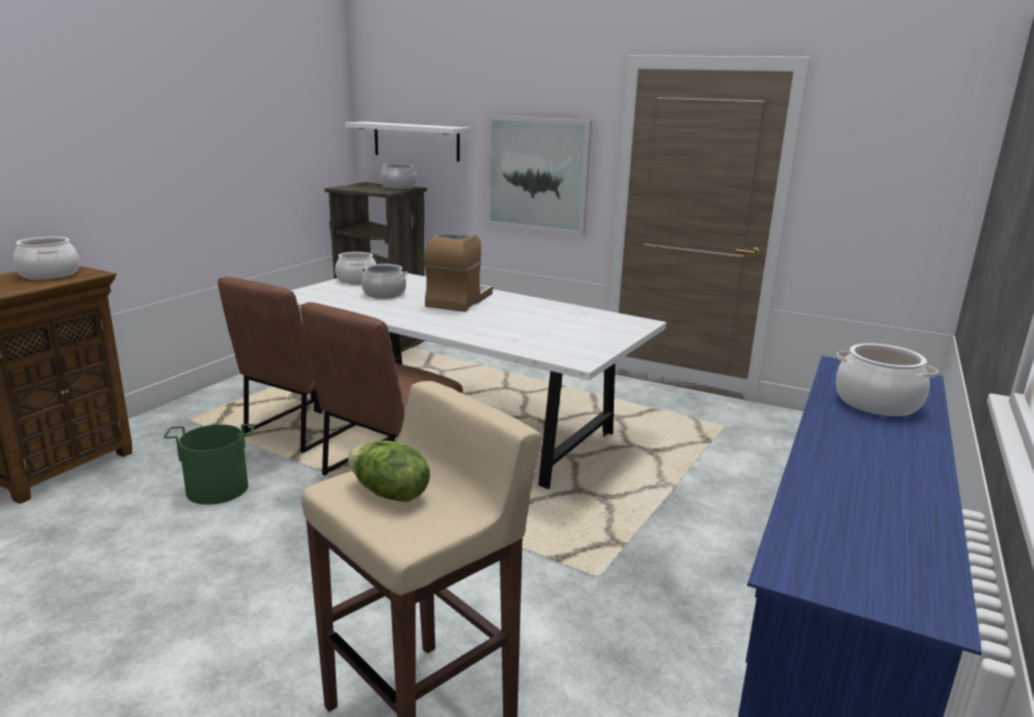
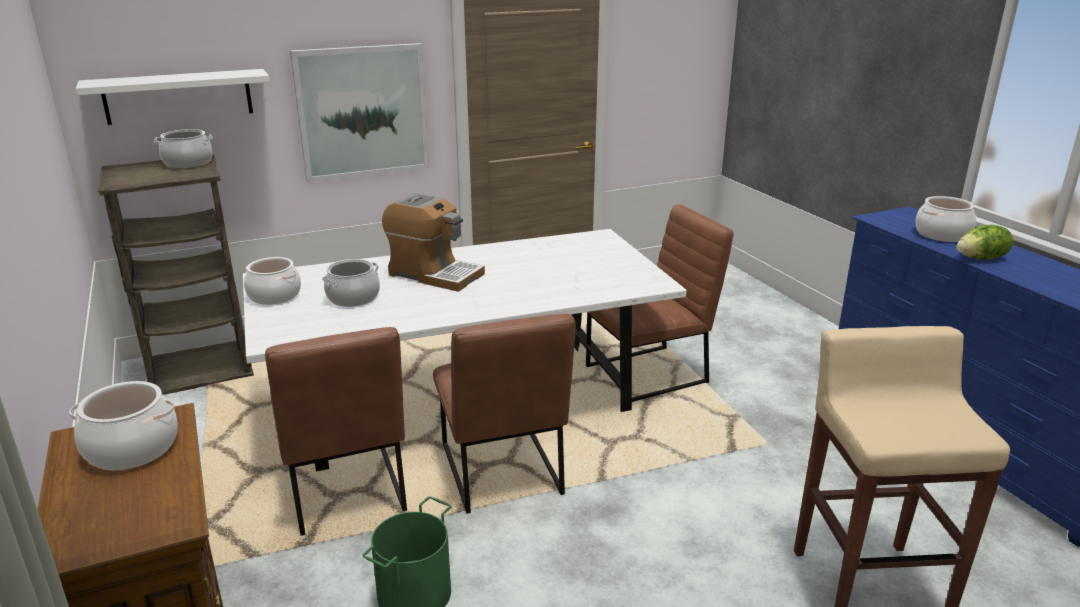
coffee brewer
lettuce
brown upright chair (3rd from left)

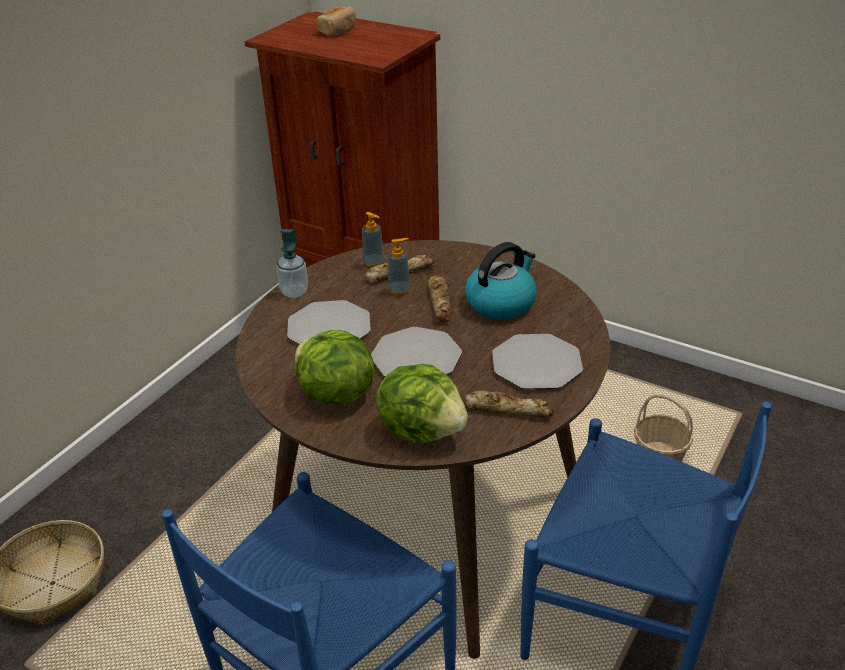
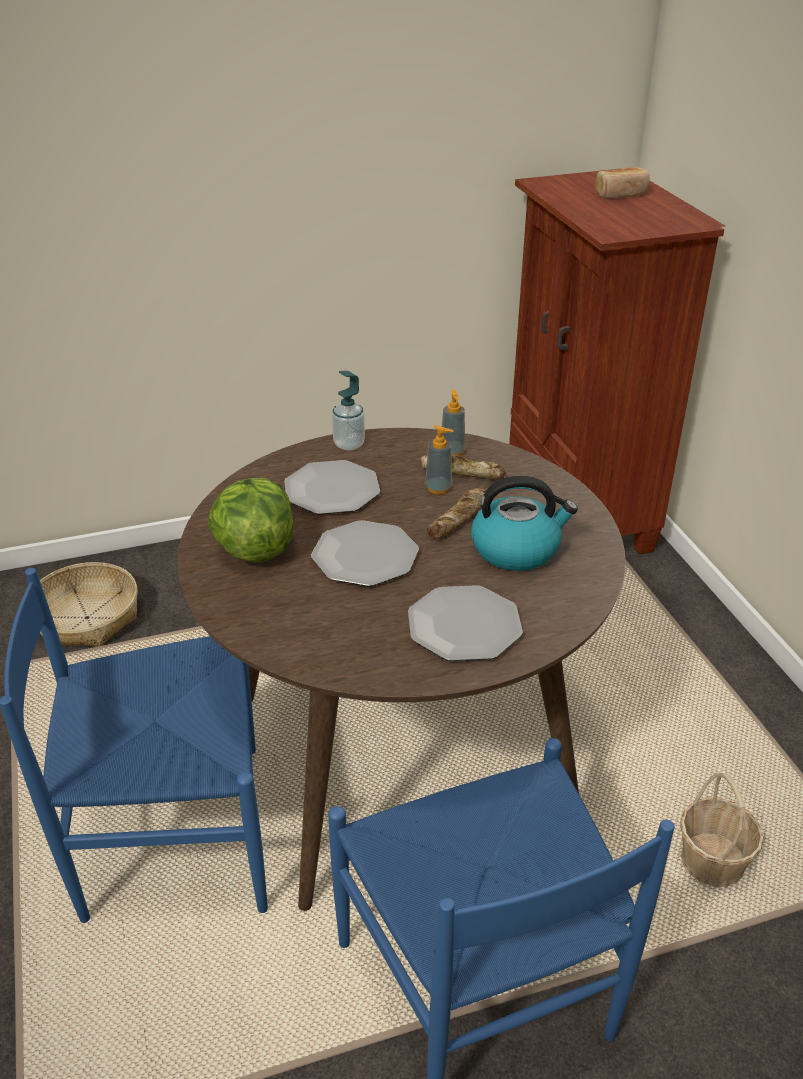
lettuce (2nd from left in the first image)
bakery bread (4th from left in the first image)

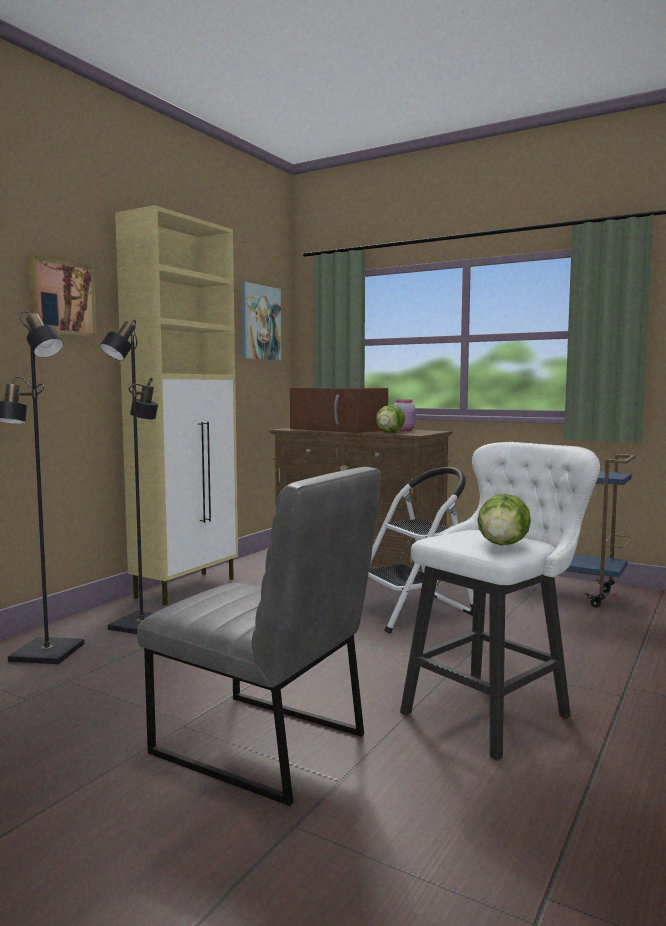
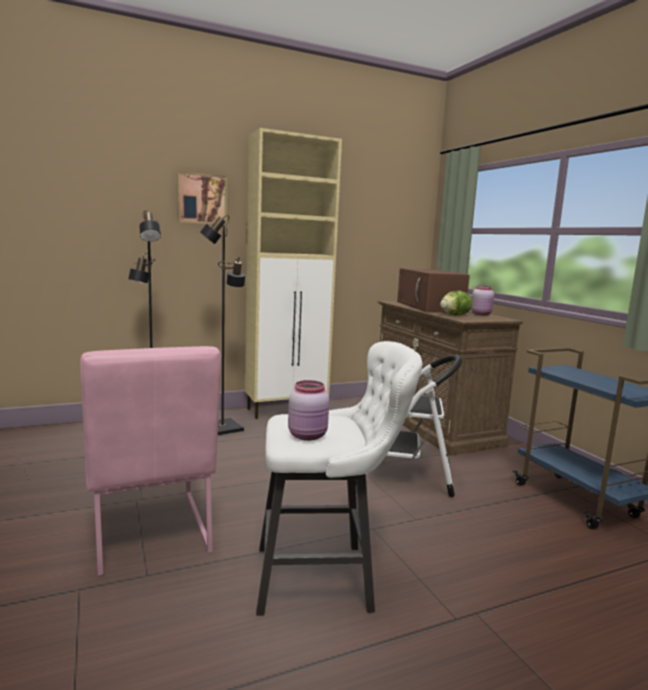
wall picture (2nd from left in the first image)
pink-coloured upright chair
pink-coloured jar (1st from left)

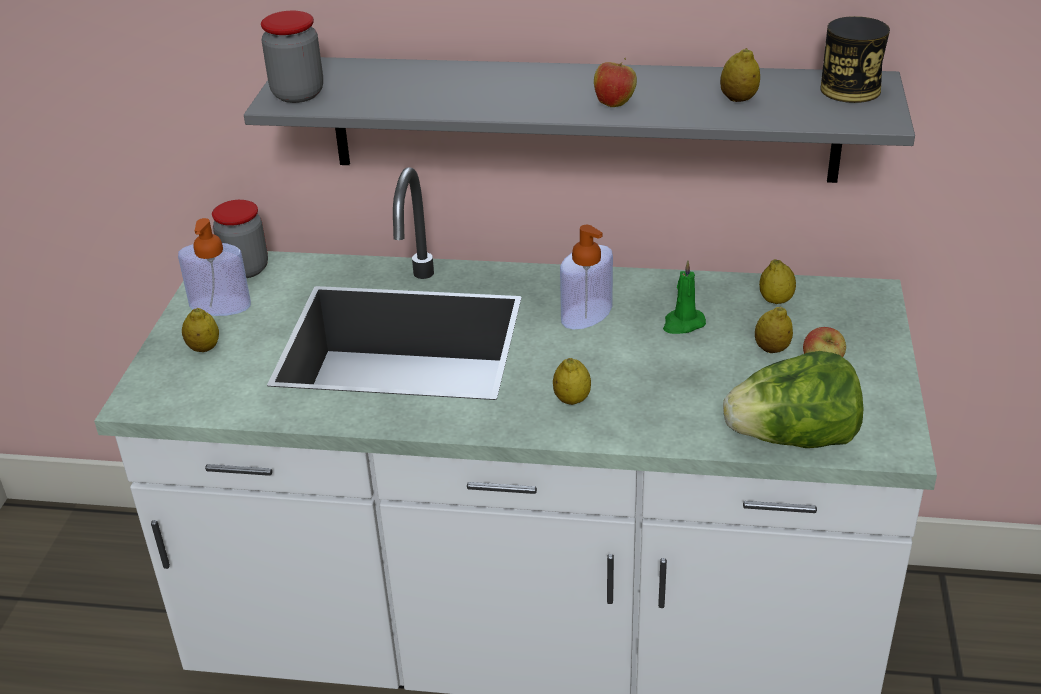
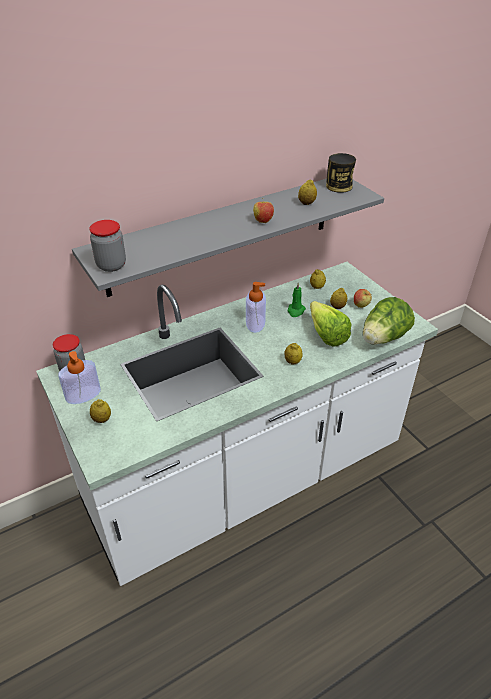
lettuce (1st from left)

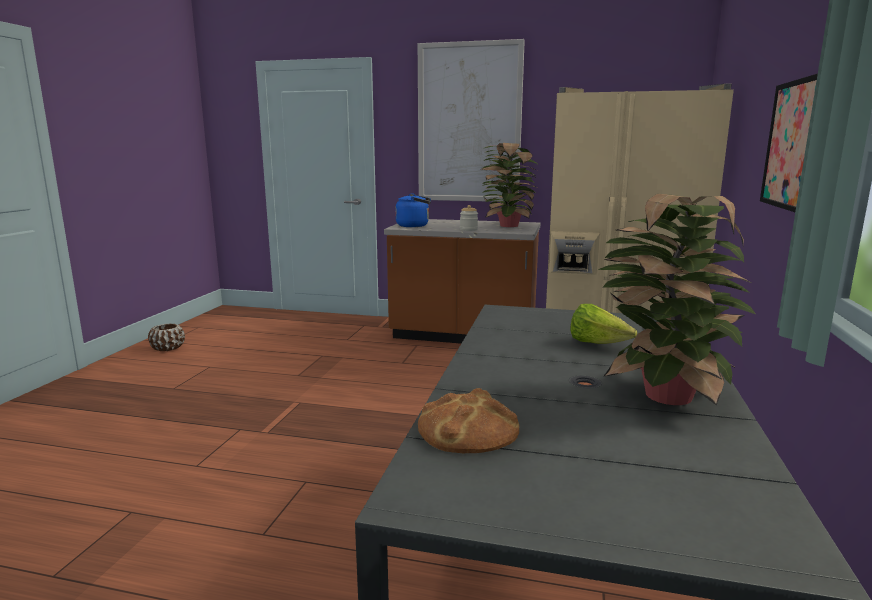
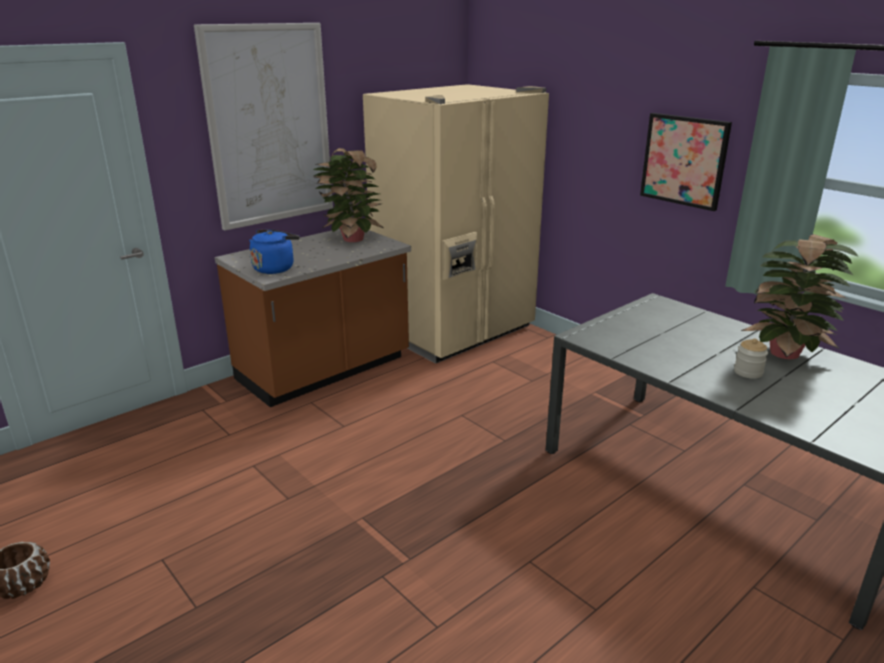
jar
lettuce
bakery bread

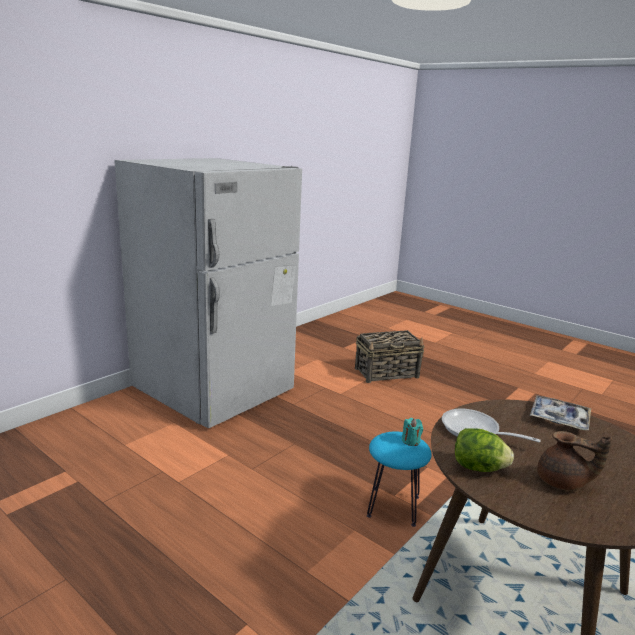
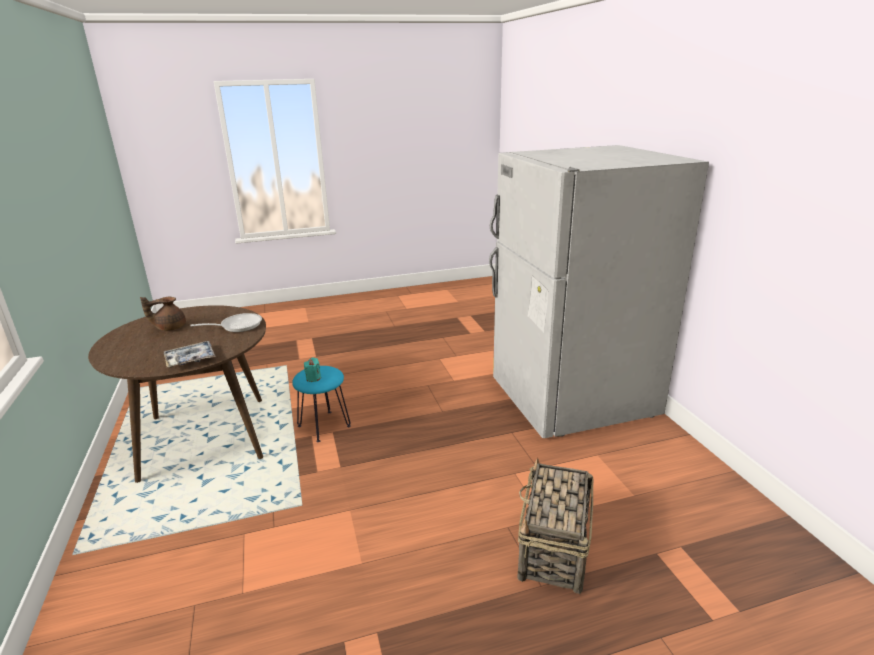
lettuce

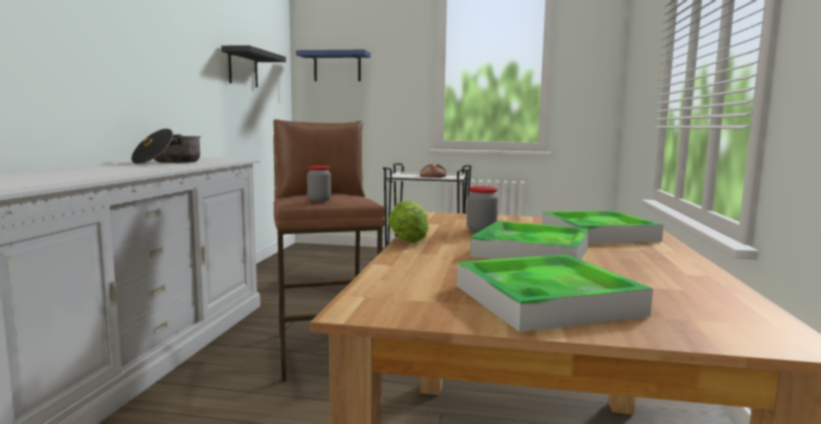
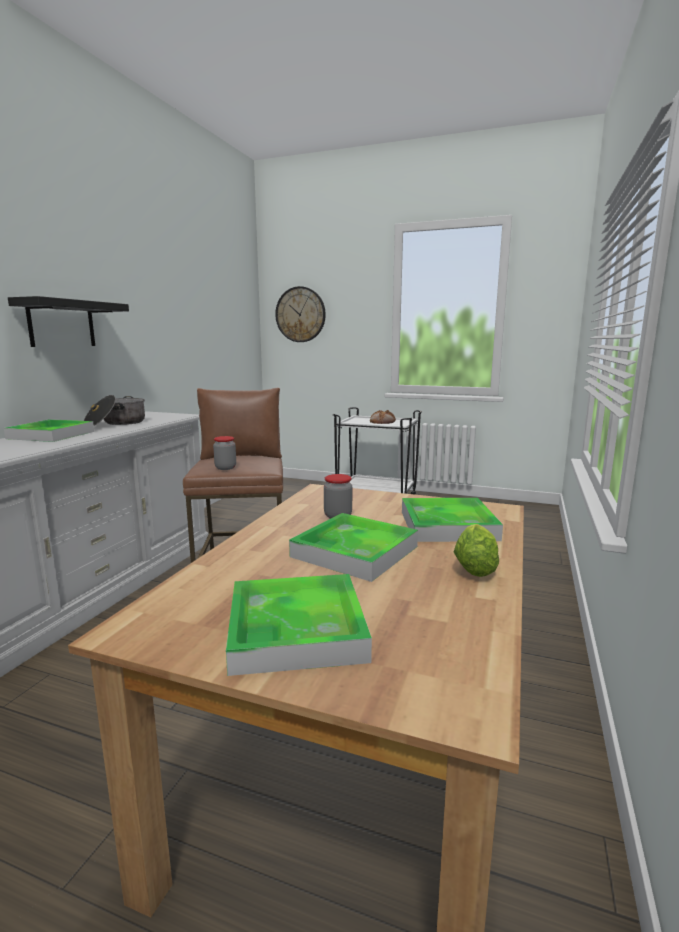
black-coloured wall shelf
hanging clock
lettuce
carrying tray (1st from left)

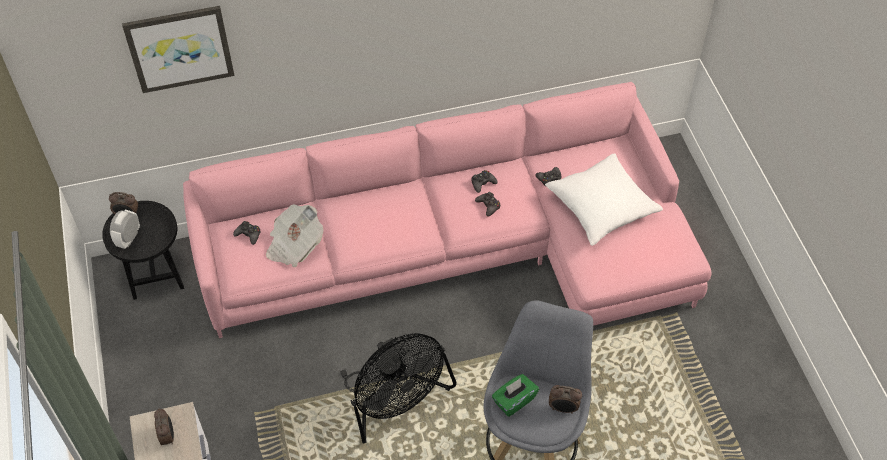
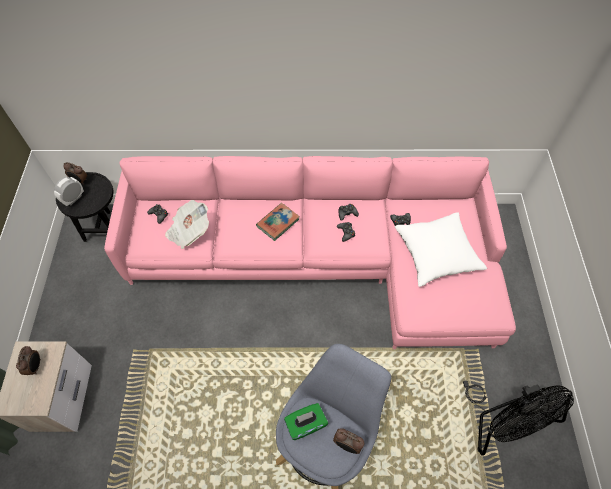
wall picture
black-coloured cooling fan
bound book

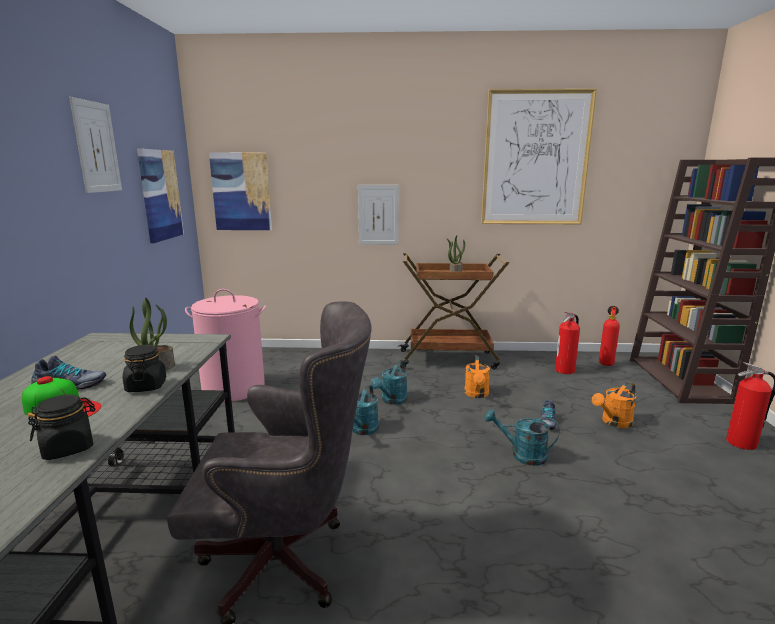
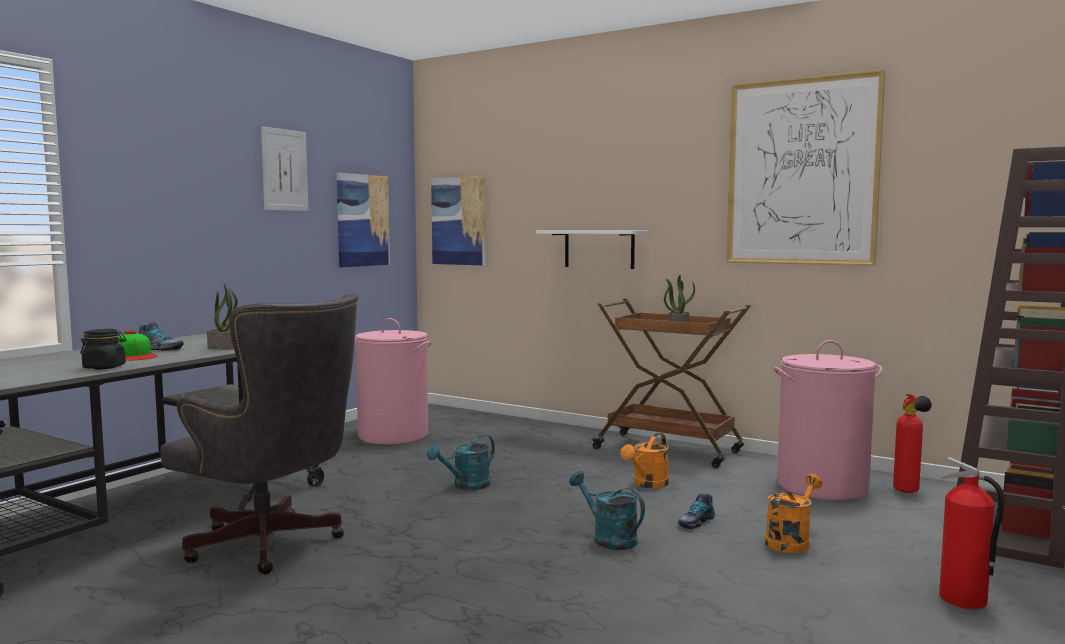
whitish wall shelf
pink-coloured laundry basket (2nd from left)
black-coloured jar (2nd from left in the first image)
turquoise-coloured watering can (2nd from left in the first image)
orange watering can (2nd from left)

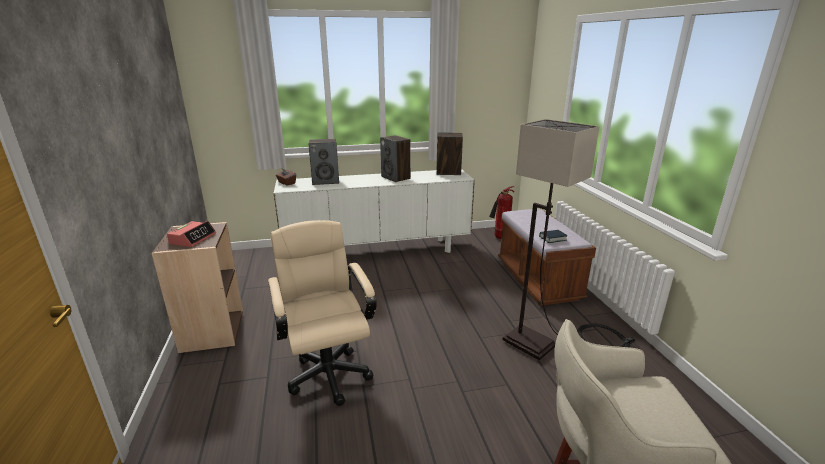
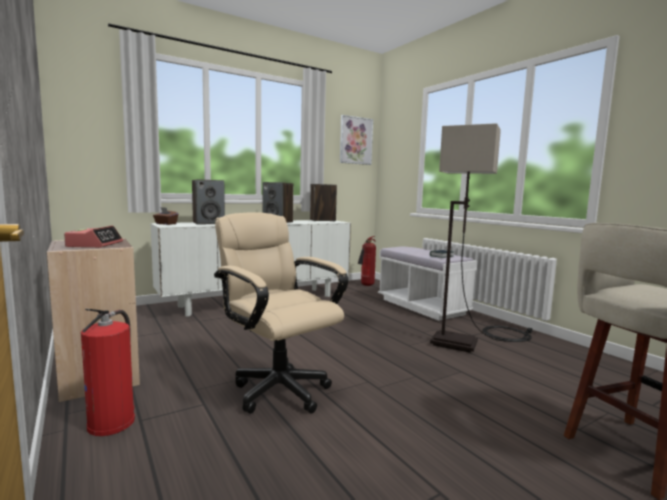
whitish long seat
wall picture
extinguisher (1st from left)

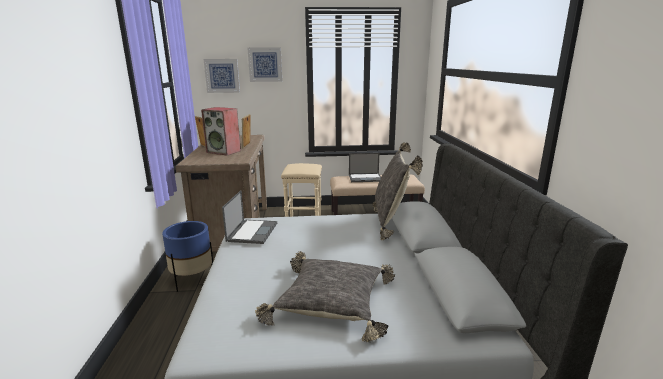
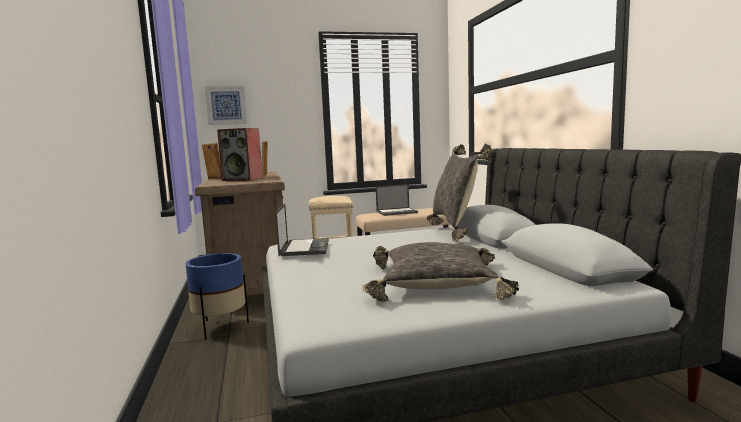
wall picture (2nd from left in the first image)

